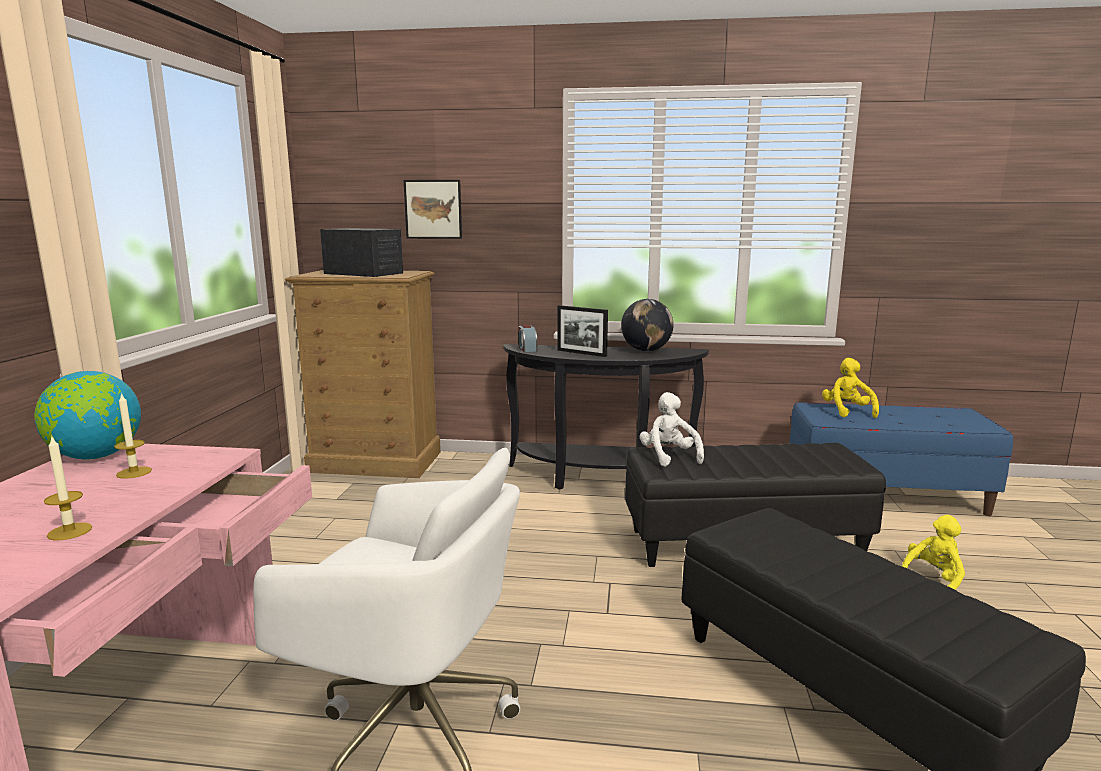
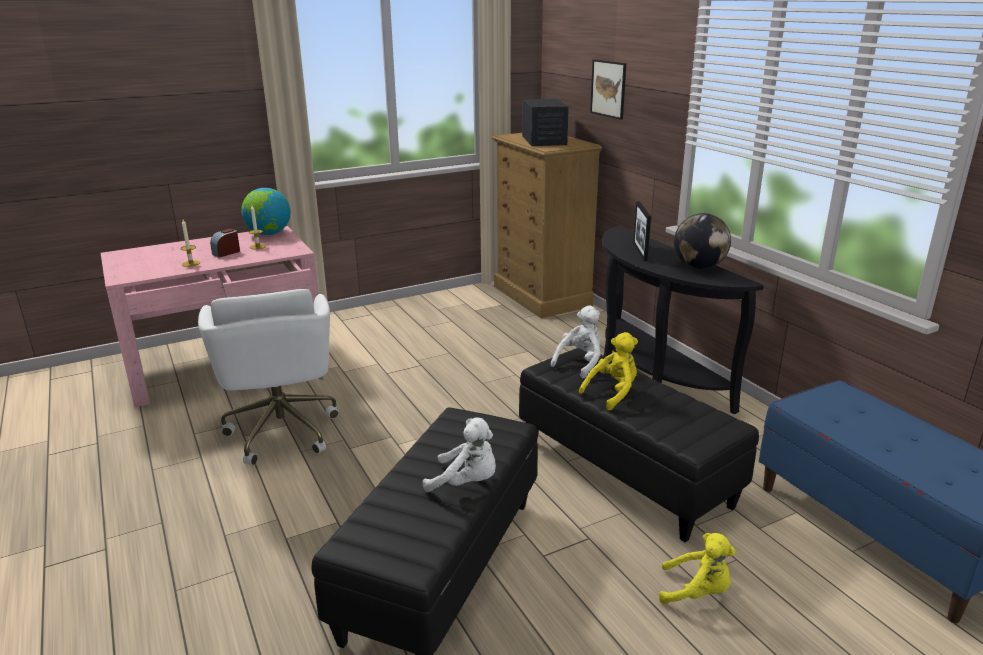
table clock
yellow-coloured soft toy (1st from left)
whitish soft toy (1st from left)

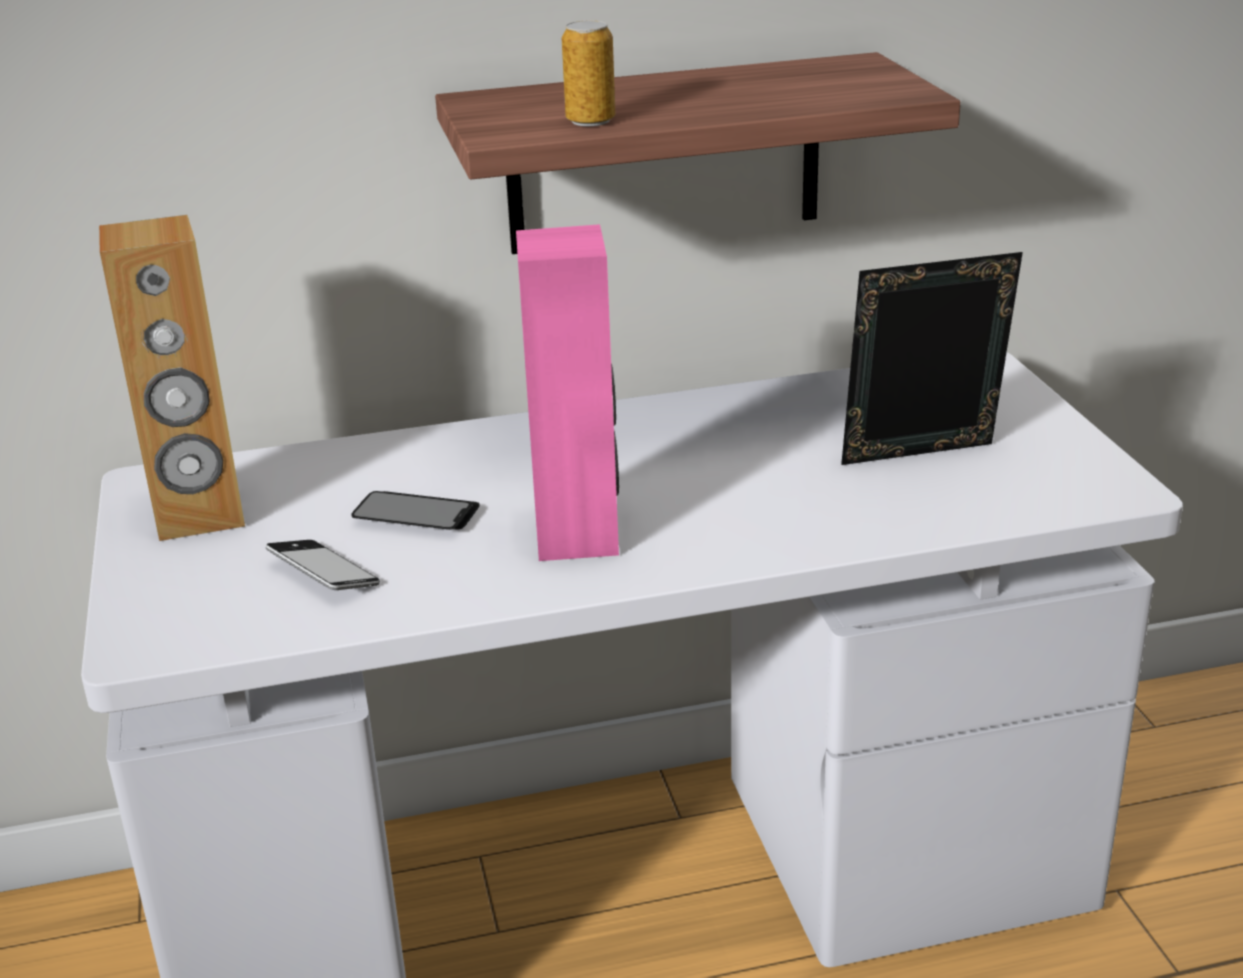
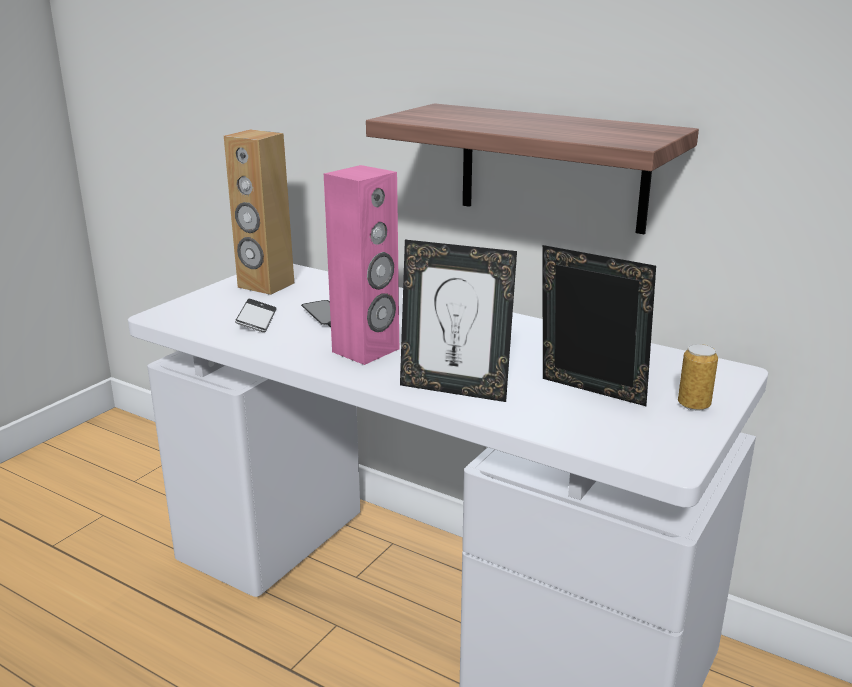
sealed can
standing frame (1st from left)

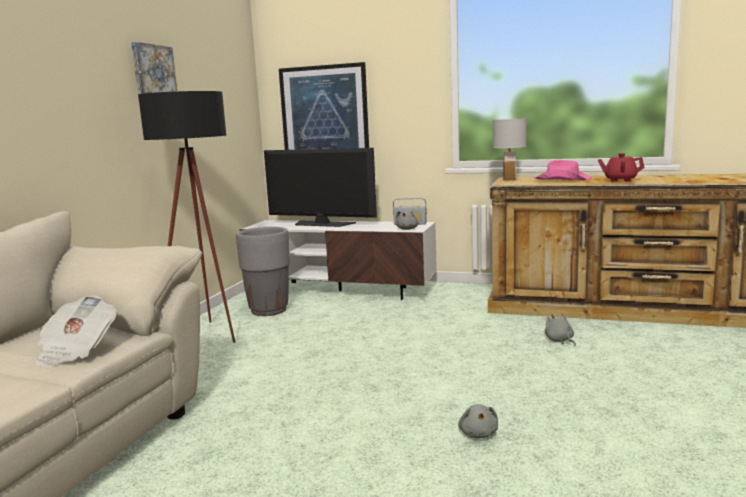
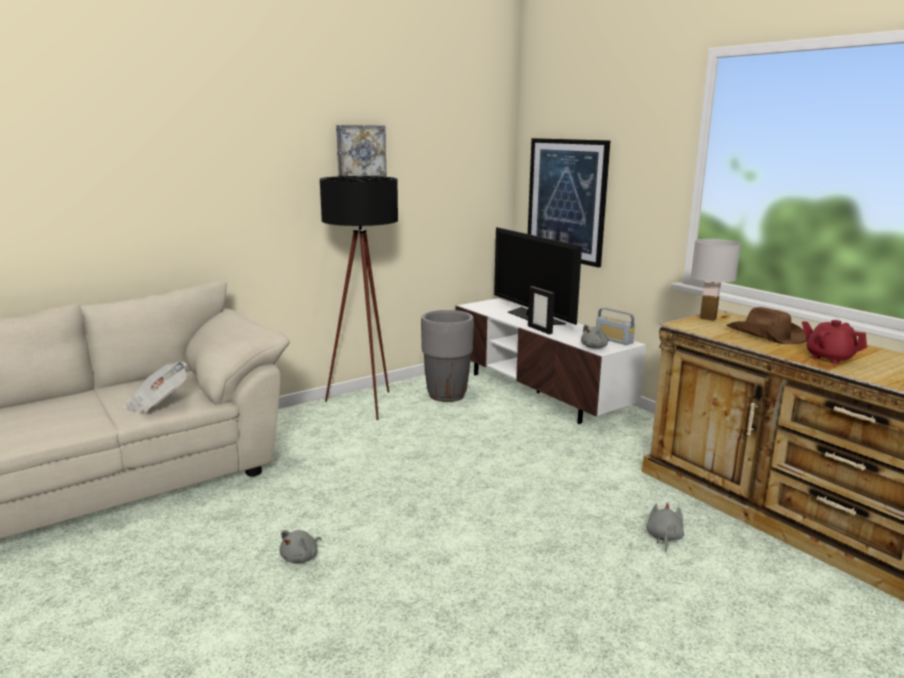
brown clothing hat
grey soft toy (1st from left)
standing frame

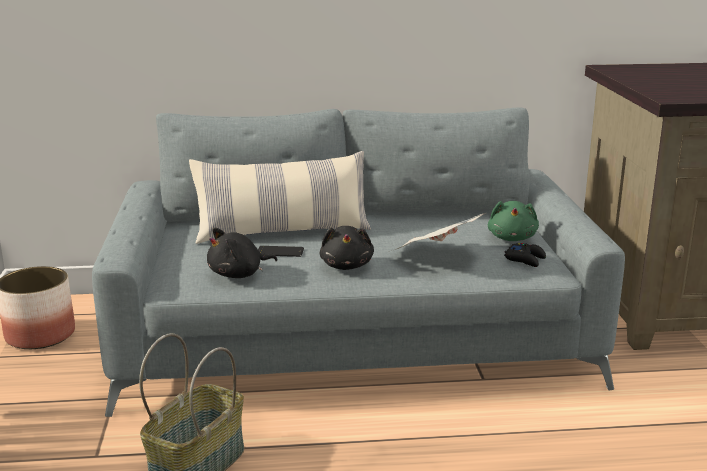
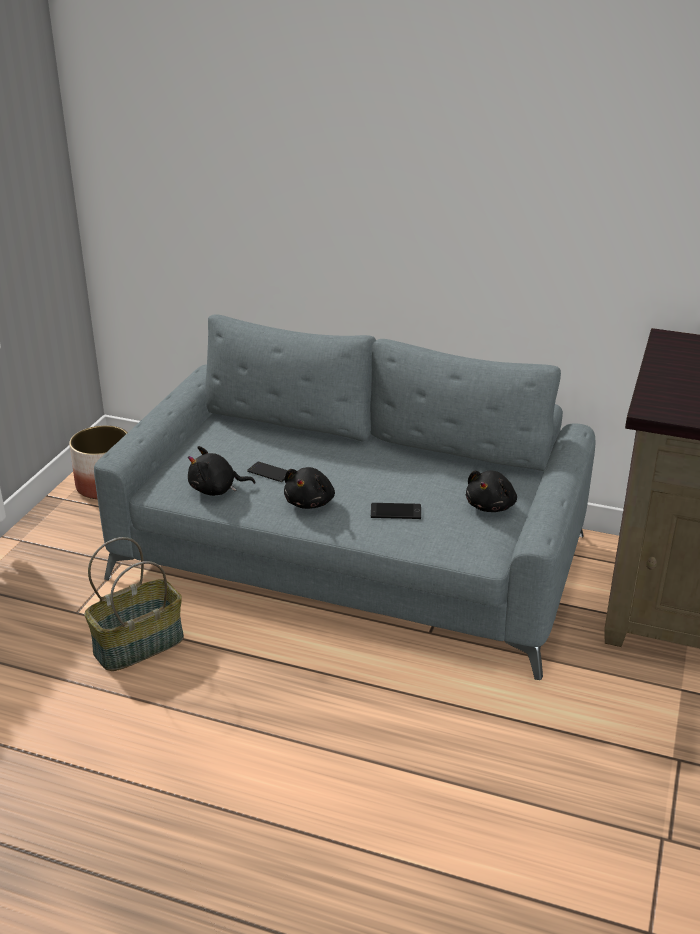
pillow
black-coloured soft toy (3rd from left)
phone (2nd from left)
black-coloured joypad

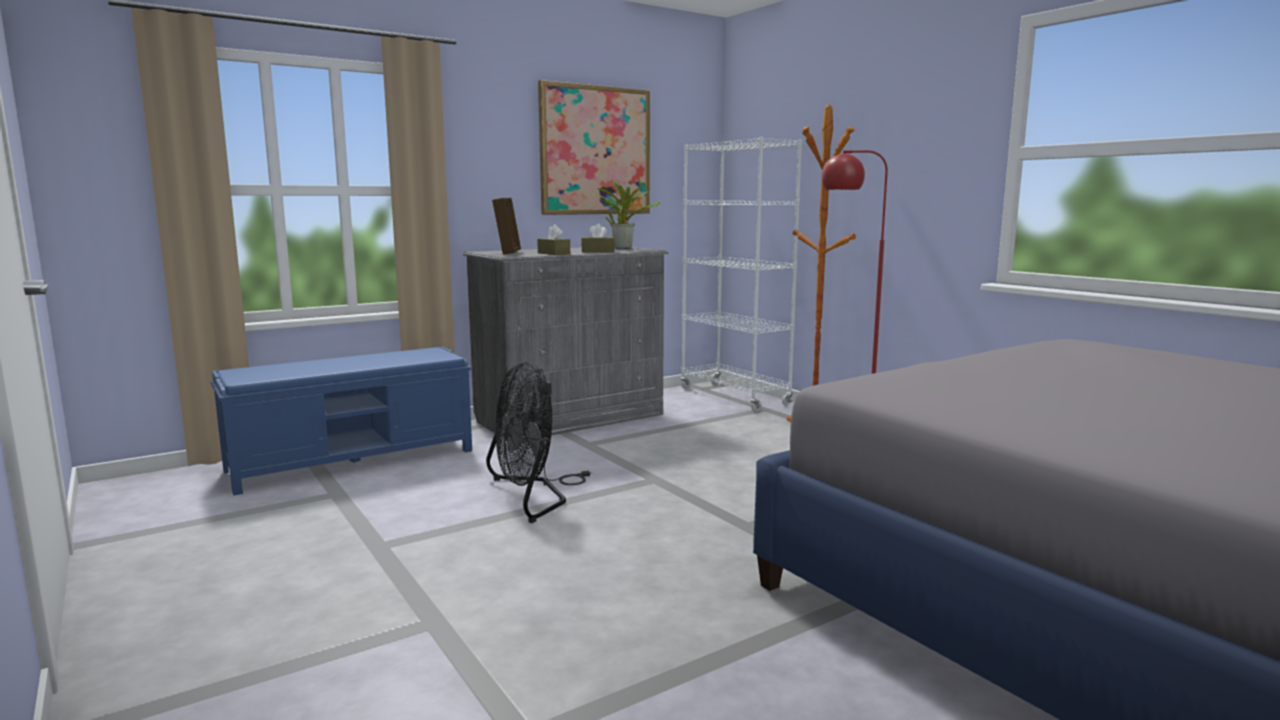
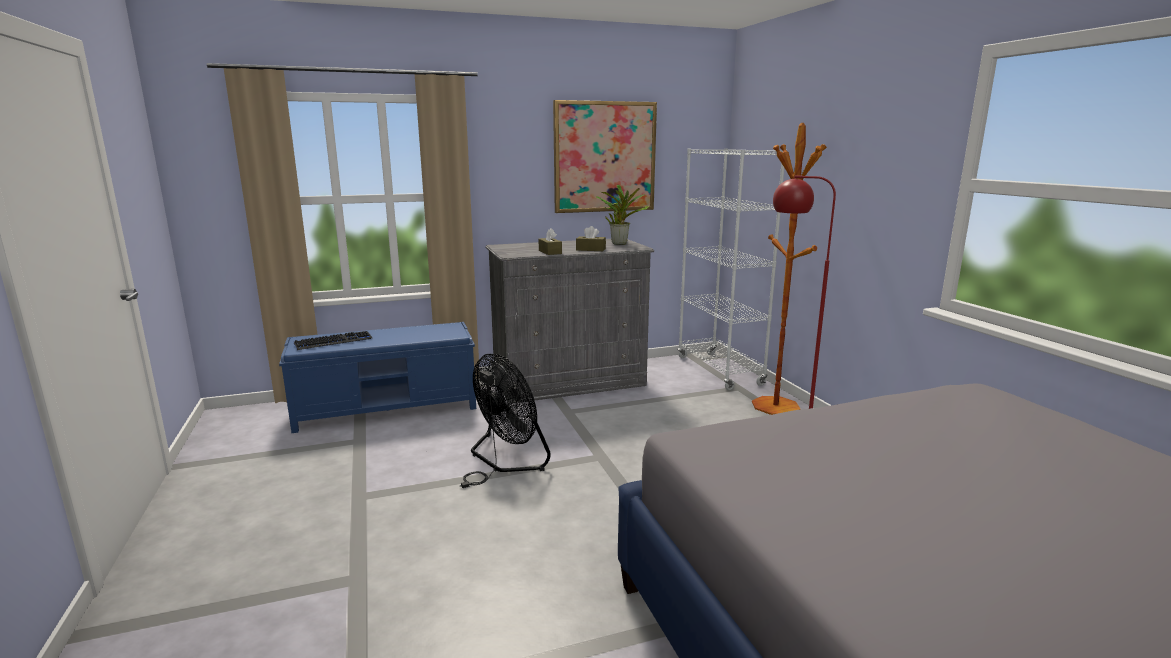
standing frame
black-coloured cooling fan
PC keyboard

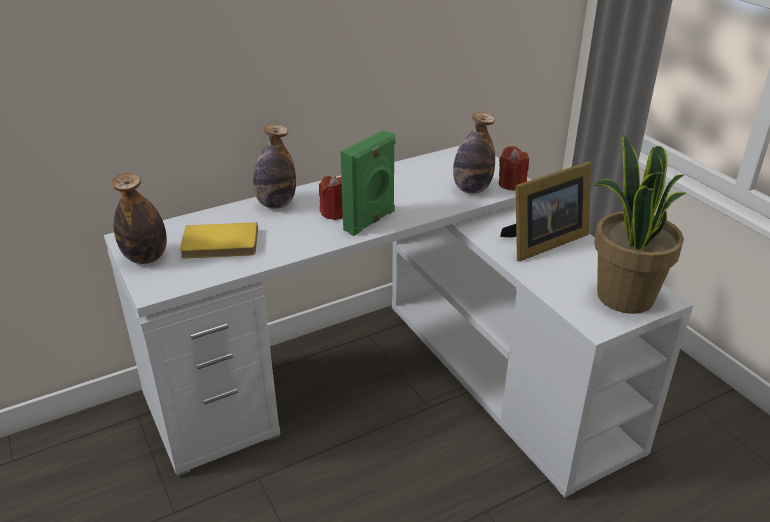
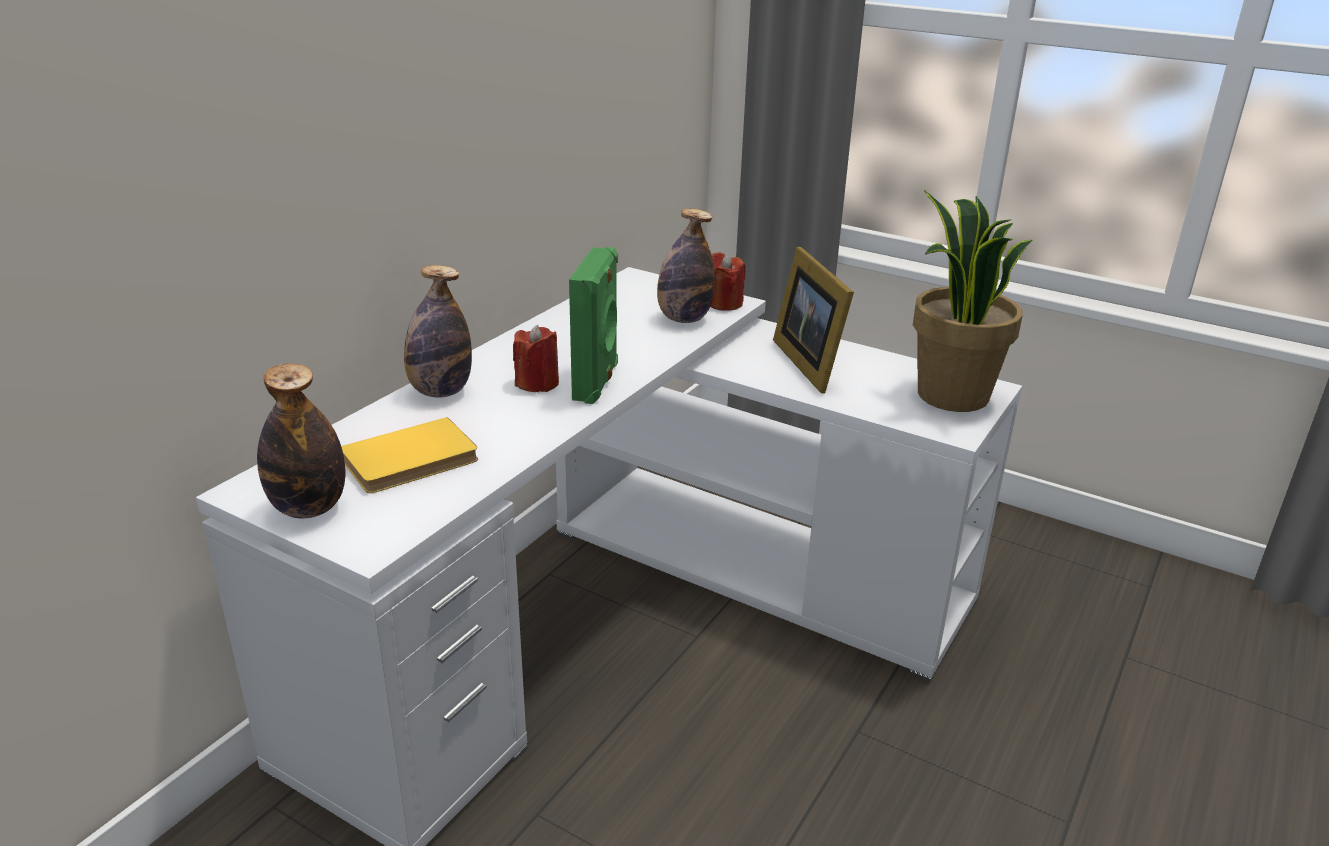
standing frame

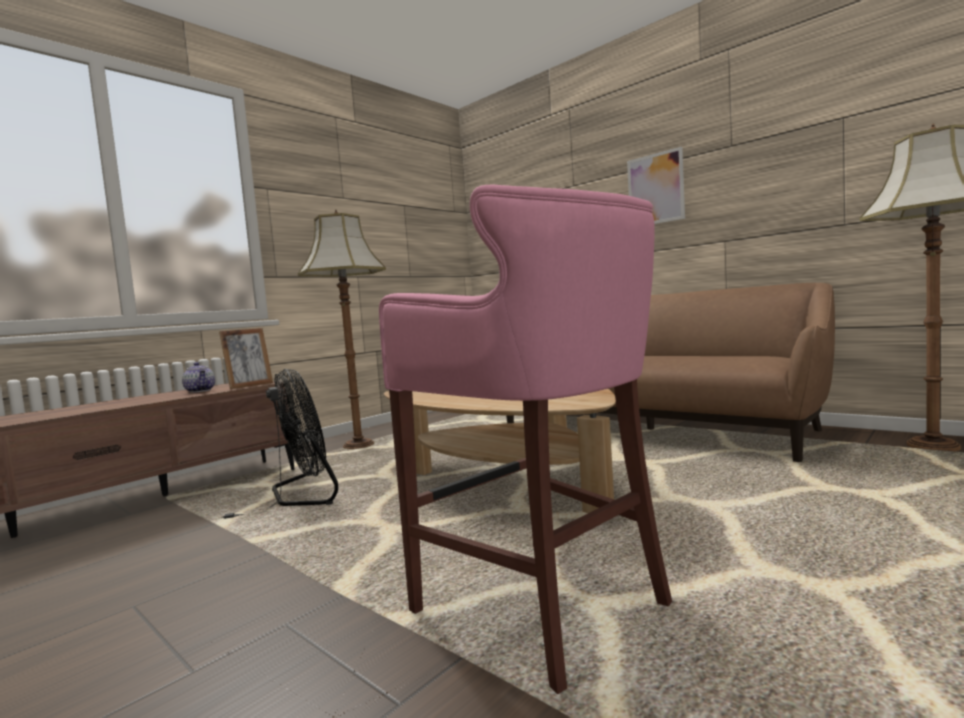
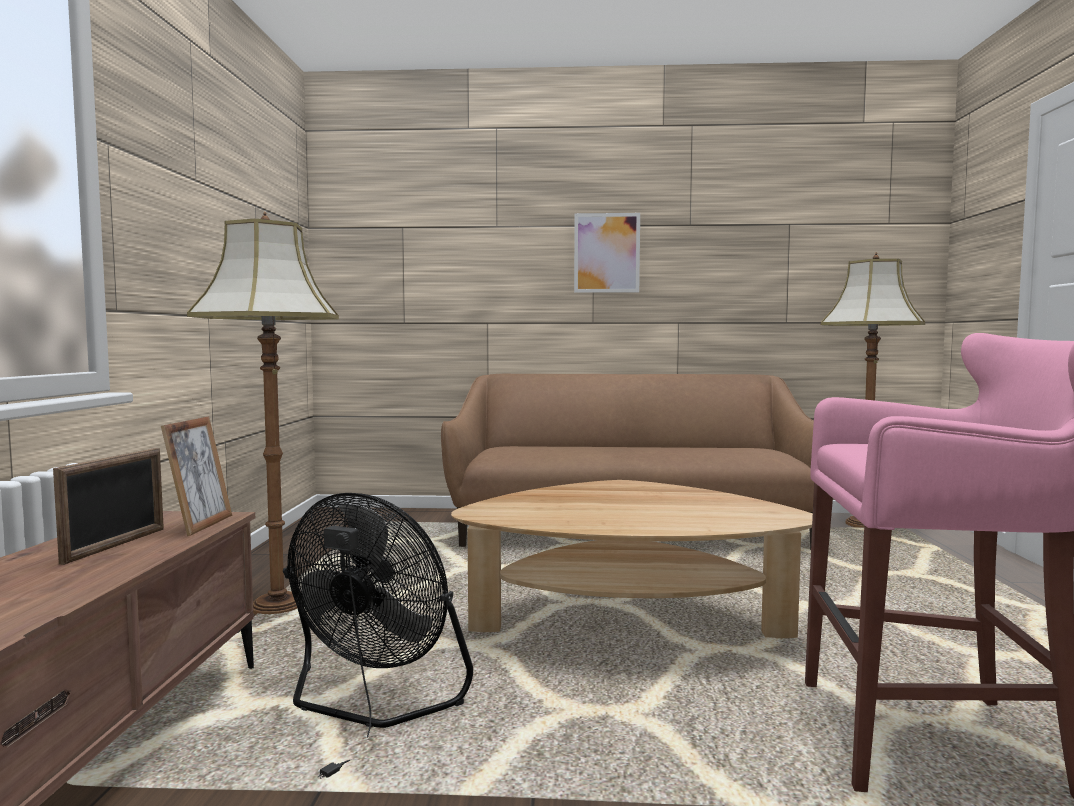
standing frame (1st from left)

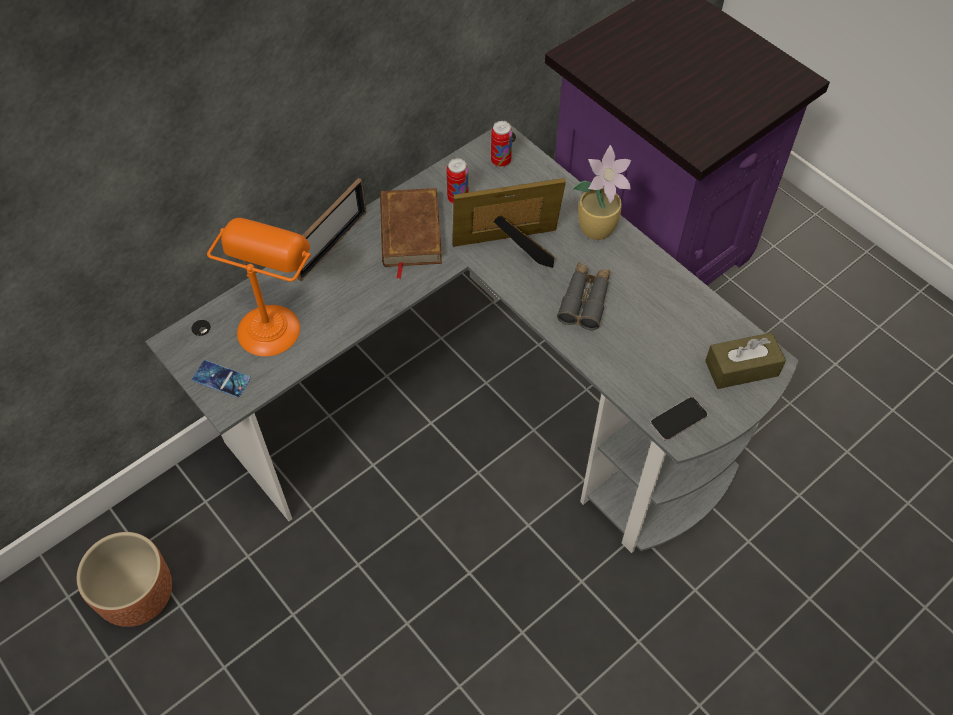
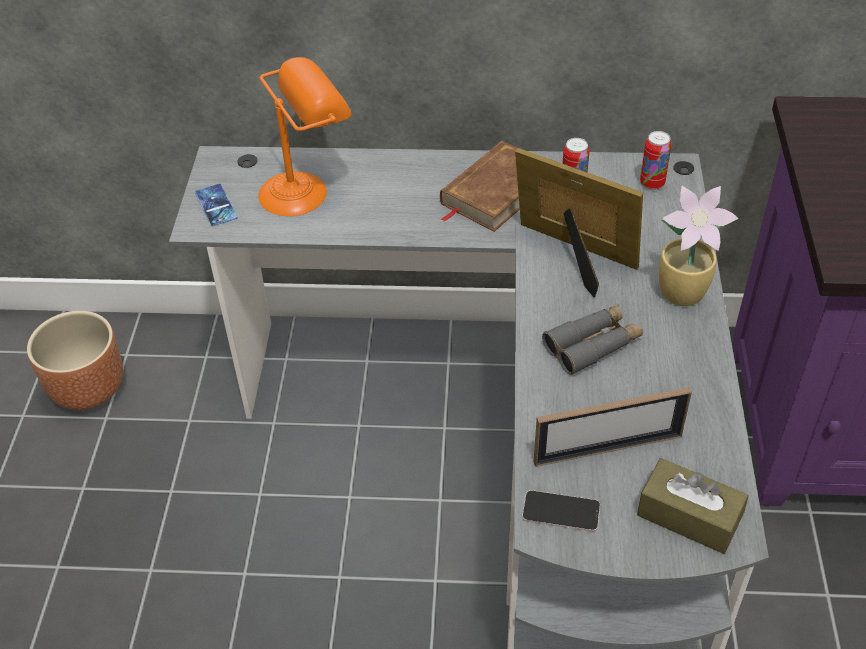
standing frame (2nd from left)

